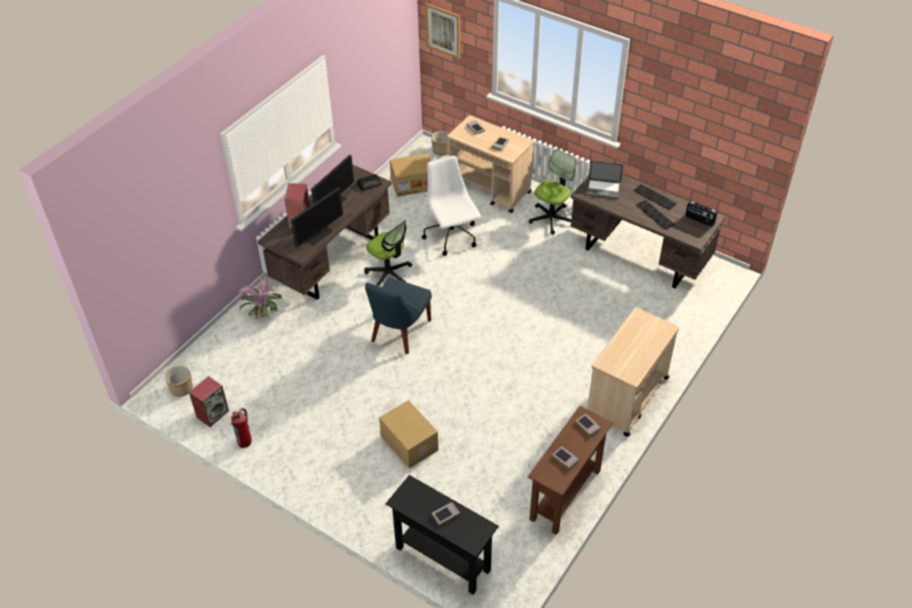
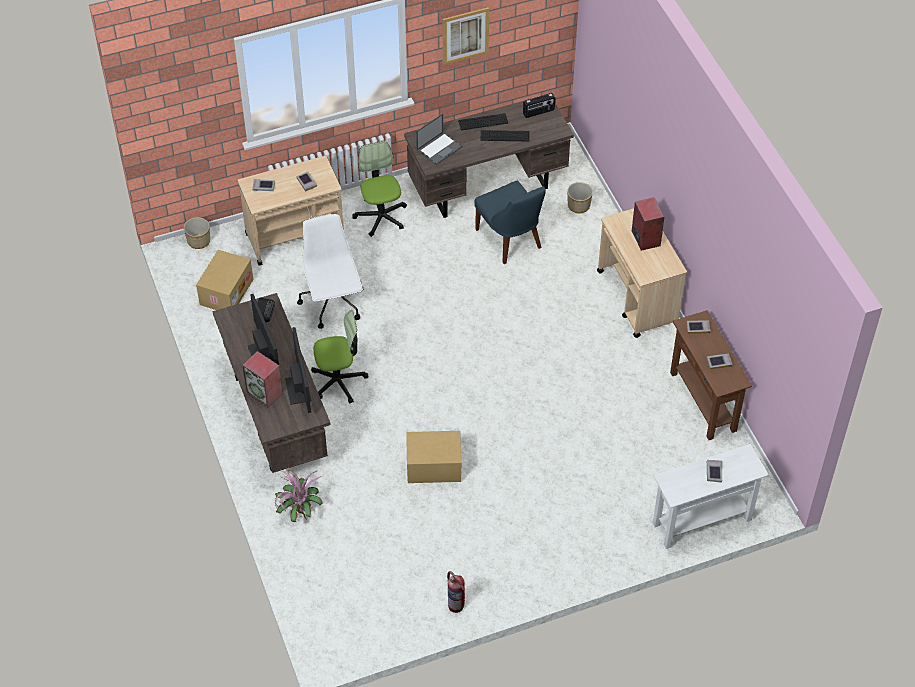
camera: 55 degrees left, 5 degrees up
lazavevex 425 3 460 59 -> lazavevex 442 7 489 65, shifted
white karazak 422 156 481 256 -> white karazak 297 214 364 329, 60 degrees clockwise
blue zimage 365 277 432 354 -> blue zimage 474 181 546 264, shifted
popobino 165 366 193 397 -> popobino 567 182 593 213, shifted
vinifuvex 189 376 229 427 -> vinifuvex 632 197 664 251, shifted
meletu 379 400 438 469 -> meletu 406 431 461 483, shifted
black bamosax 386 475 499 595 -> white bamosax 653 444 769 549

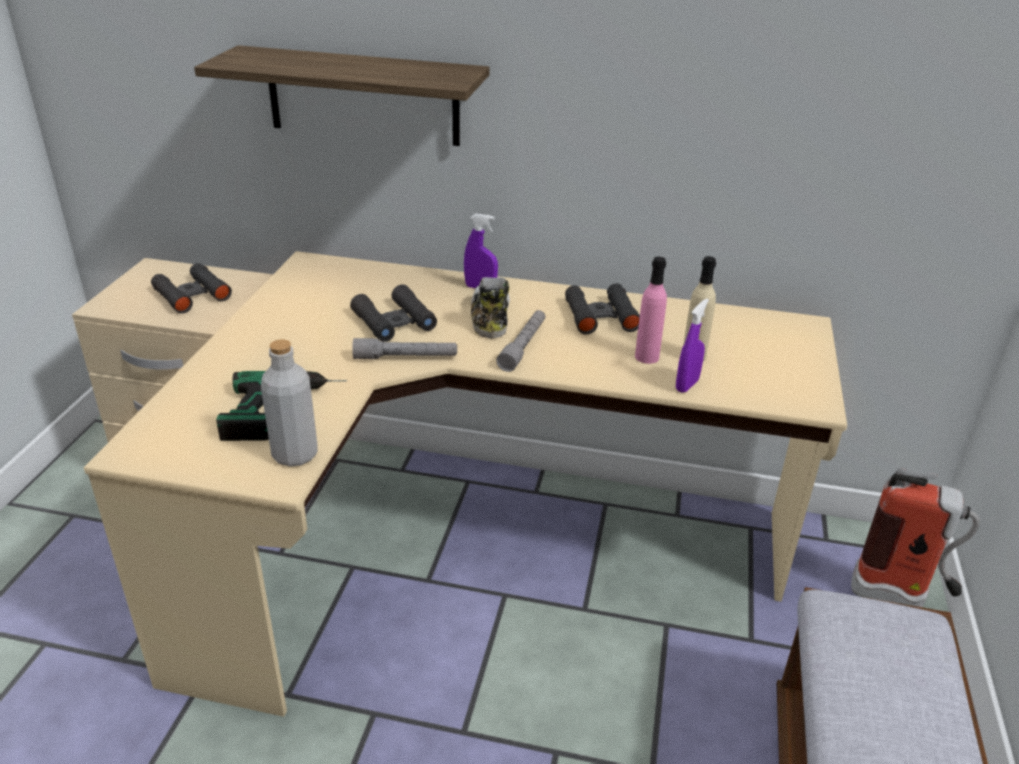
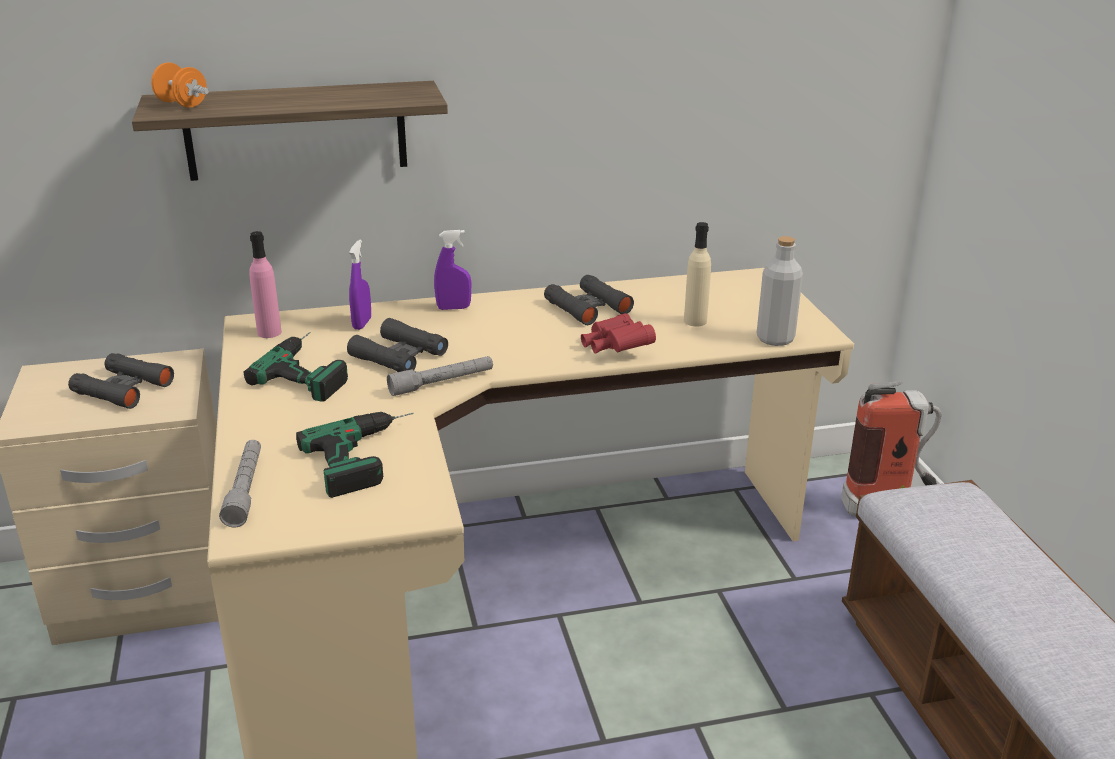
camera: 25 degrees left, 5 degrees down
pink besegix 635 257 667 364 -> pink besegix 249 231 282 338, shifted
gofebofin 471 277 510 339 -> none
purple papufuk 676 298 709 393 -> purple papufuk 349 240 371 330, shifted
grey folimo 496 310 545 372 -> grey folimo 219 440 261 527, shifted
grey besegix 261 339 318 467 -> grey besegix 757 236 803 346, shifted
none -> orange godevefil 151 62 209 108
none -> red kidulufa 581 313 656 354
none -> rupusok 244 332 348 402

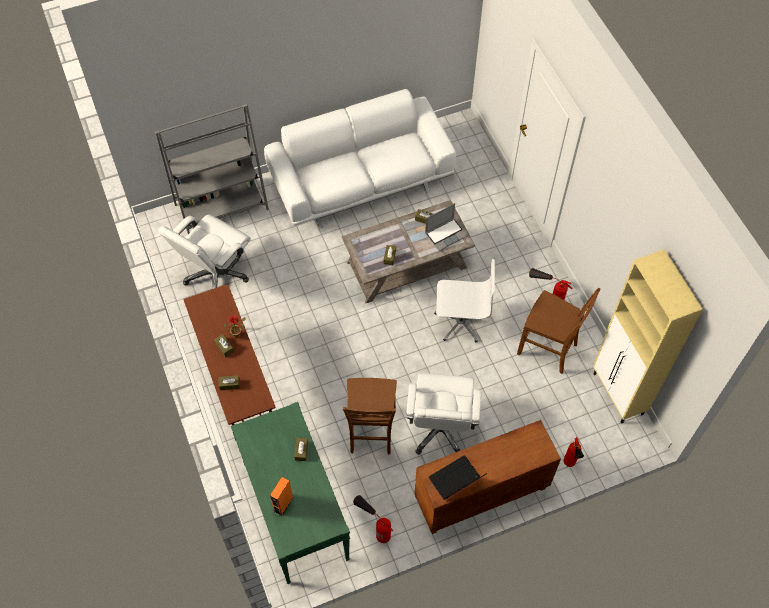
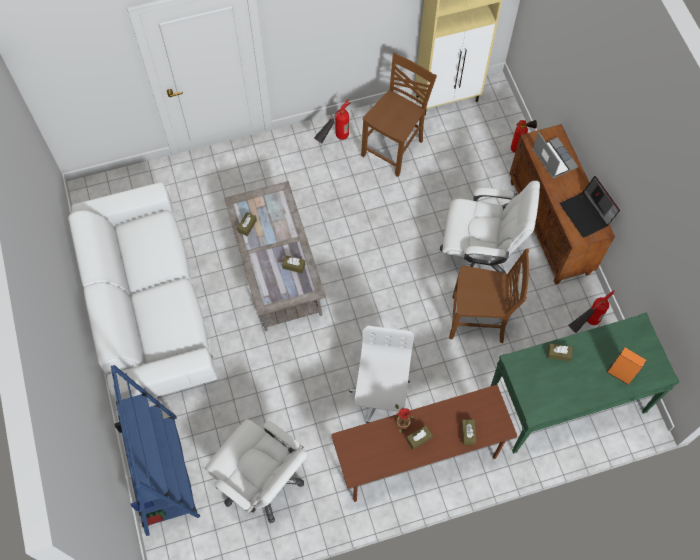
camera: 85 degrees left, 5 degrees up
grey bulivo 155 104 269 234 -> blue bulivo 111 365 200 536
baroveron 425 203 468 251 -> baroveron 533 132 578 179, shifted
white karazak 434 259 495 342 -> white karazak 349 326 414 423, shifted

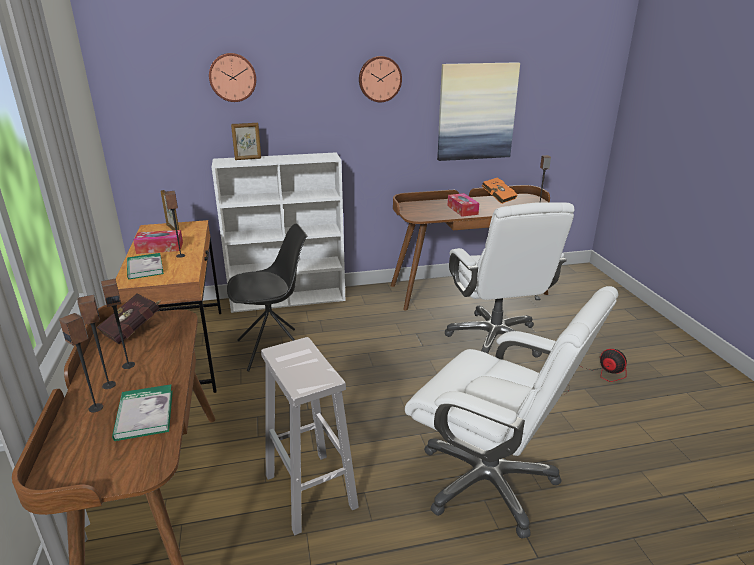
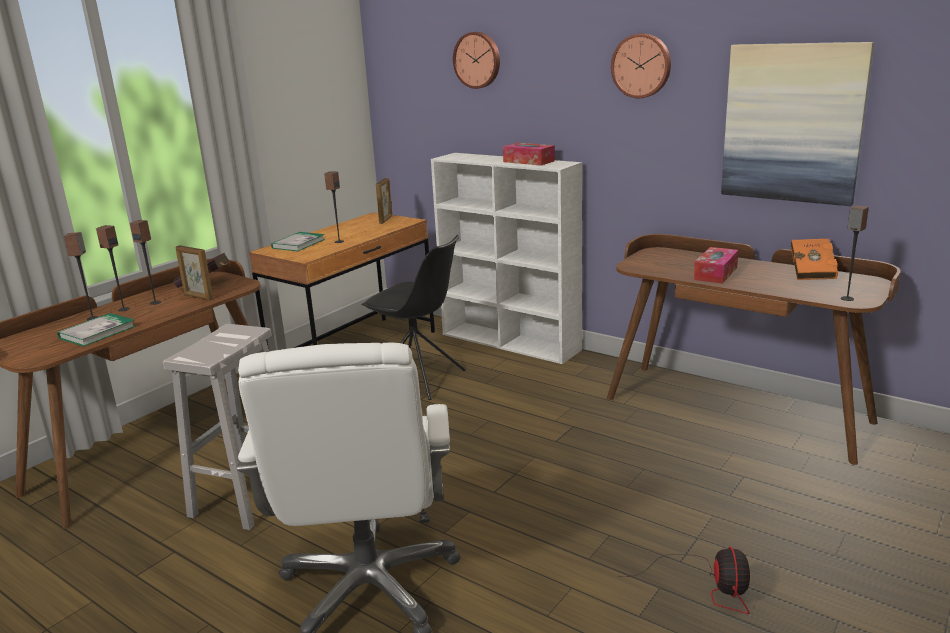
camera: 50 degrees right, 5 degrees down
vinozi 231 123 261 160 -> vinozi 175 245 213 301, shifted
white karazak 445 202 574 358 -> none
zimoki 133 230 183 254 -> zimoki 503 143 555 166, shifted

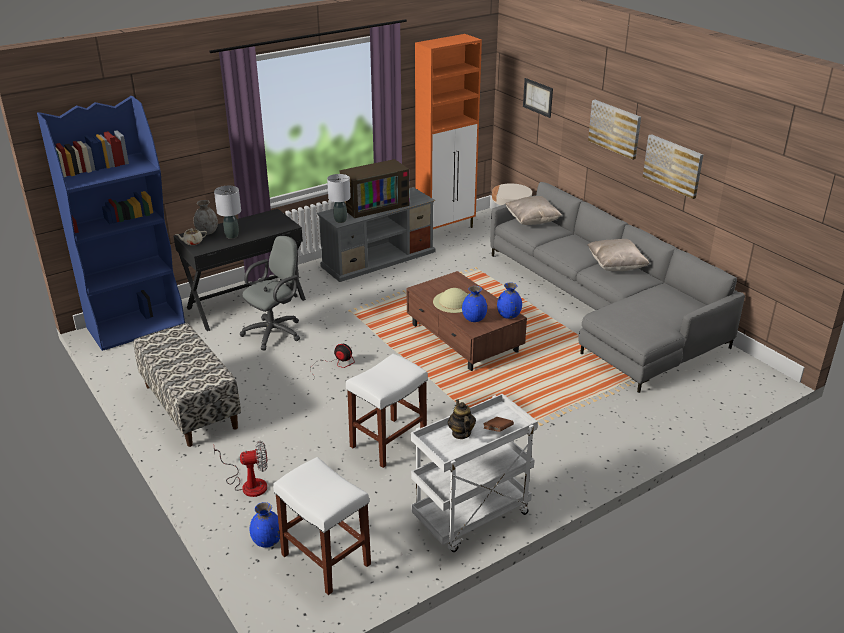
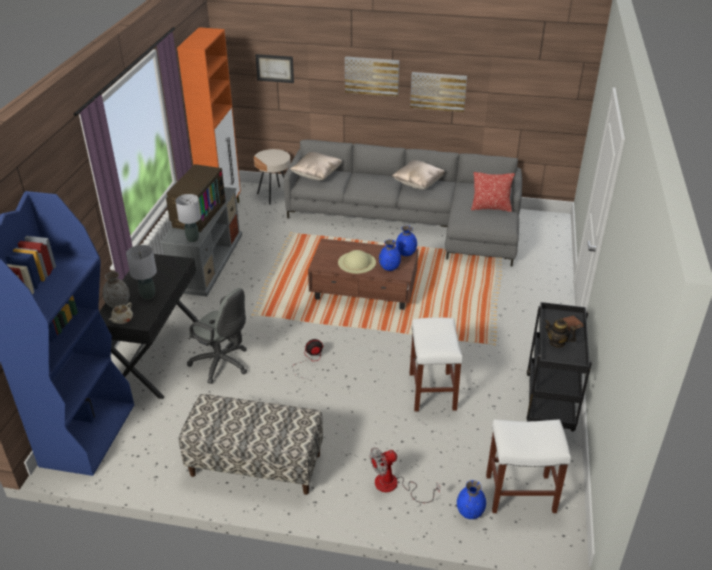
camera: 45 degrees left, 5 degrees up
grey karazak 240 236 300 350 -> grey karazak 187 288 247 384, 120 degrees clockwise
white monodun 411 394 538 552 -> black monodun 526 302 592 432
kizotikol 214 441 268 497 -> kizotikol 370 447 440 503, 150 degrees counterclockwise
none -> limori 471 172 515 212

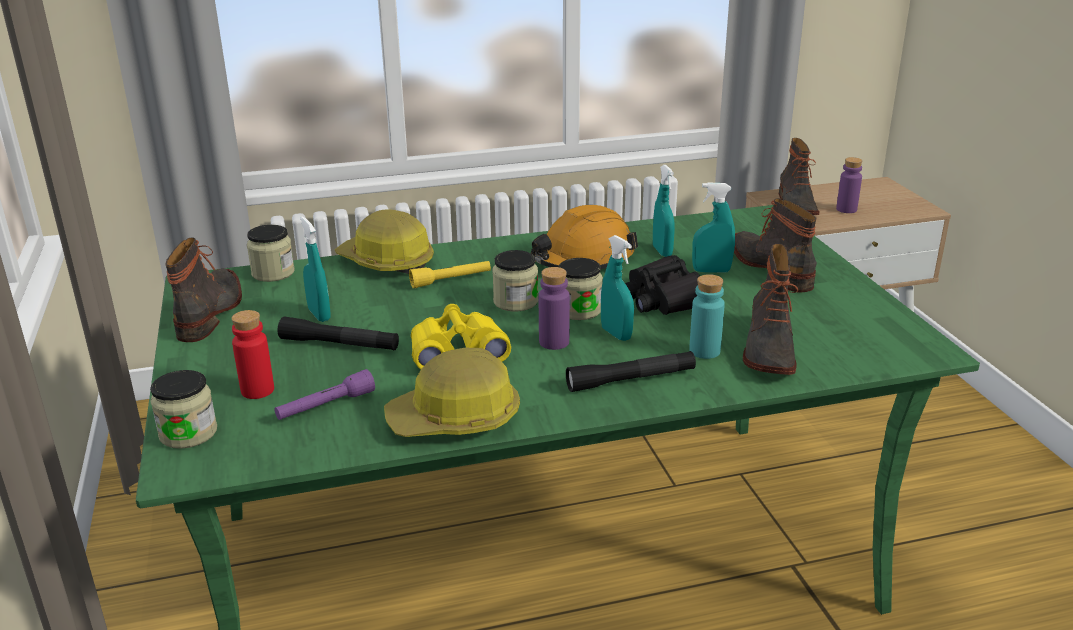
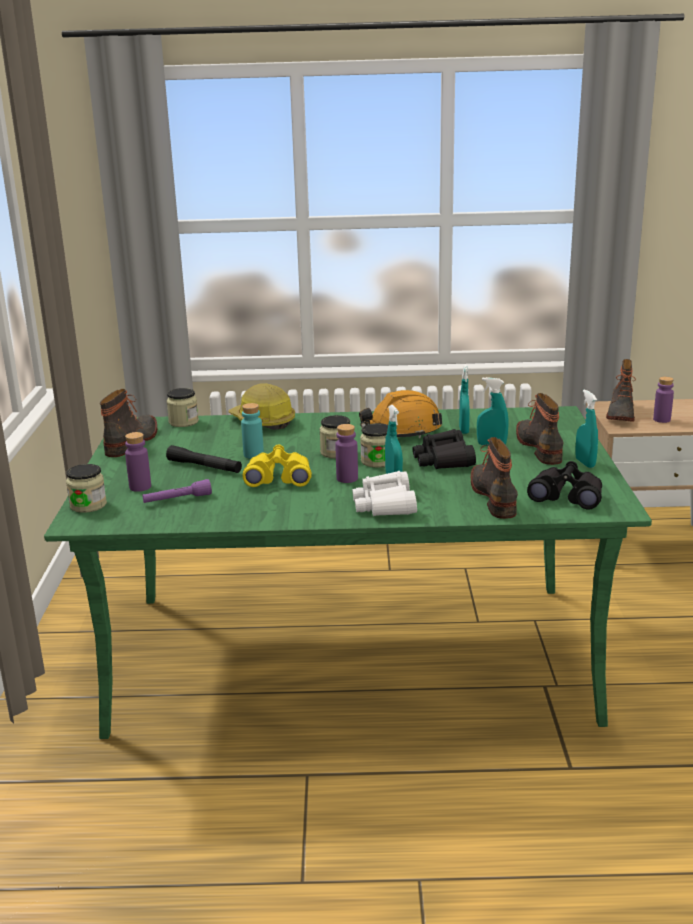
camera: 15 degrees right, 5 degrees down
turquoise papufuk 300 216 331 322 -> turquoise papufuk 575 390 598 468, shifted
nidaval 743 244 798 375 -> nidaval 471 437 518 519, 150 degrees clockwise
yellow folimo 409 261 491 288 -> none
turquoise besegix 689 274 725 359 -> turquoise besegix 241 403 264 459, shifted
red besegix 231 310 274 399 -> purple besegix 125 432 151 492
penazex 384 347 520 437 -> none
black folimo 566 351 696 392 -> white kidulufa 352 471 417 516
none -> black kidulufa 527 461 602 509

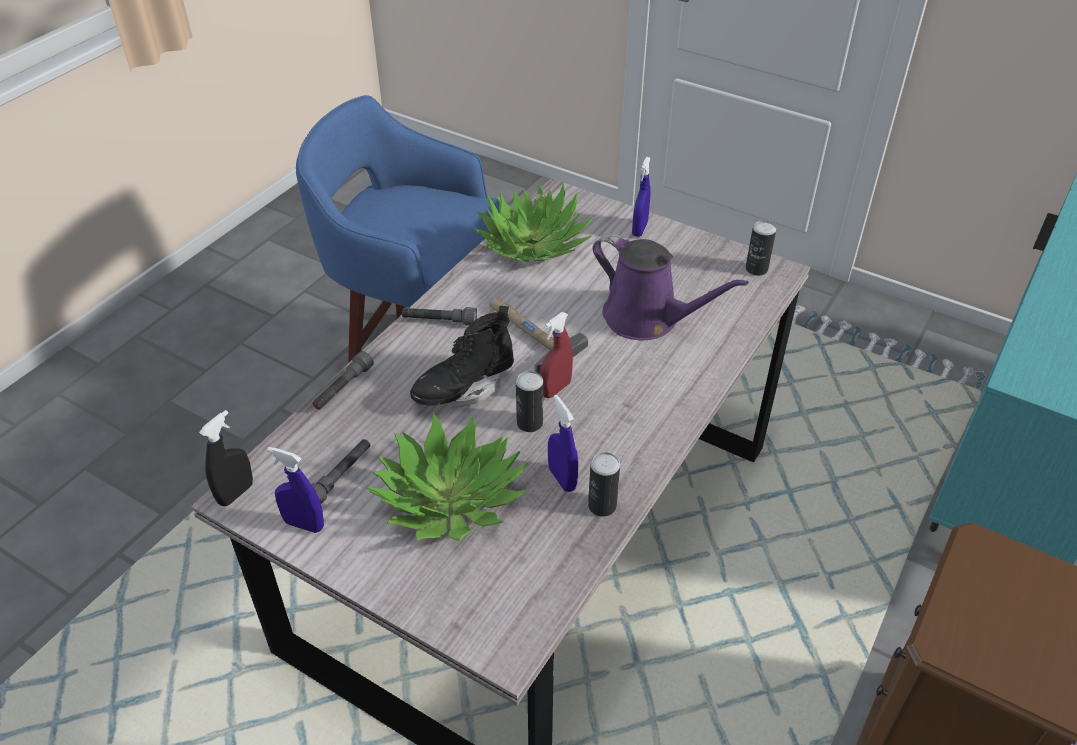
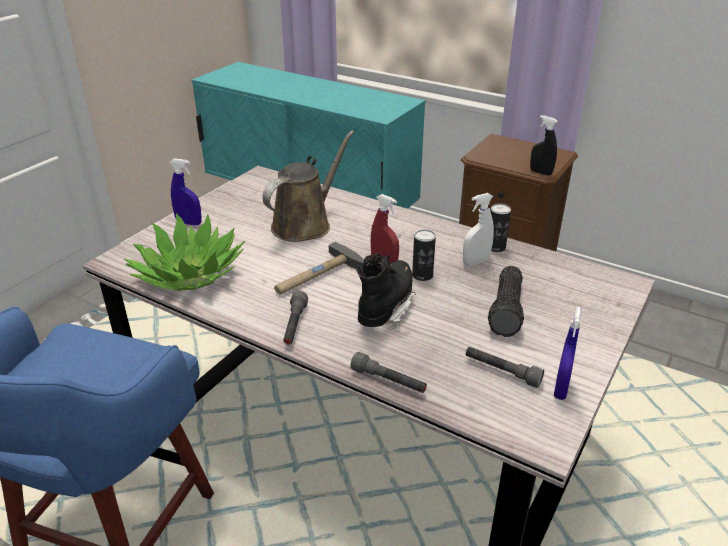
camera: 90 degrees left, 10 degrees down
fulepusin 746 221 776 276 -> none
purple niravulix 593 233 749 340 -> brown niravulix 262 130 354 242
black nidaval 410 306 514 407 -> black nidaval 356 253 416 329, 120 degrees counterclockwise
blue papufuk 548 395 578 492 -> white papufuk 463 193 494 266
black papufuk 199 410 253 506 -> black papufuk 530 115 558 175, shifted
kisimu 366 412 528 541 -> folimo 488 266 524 337

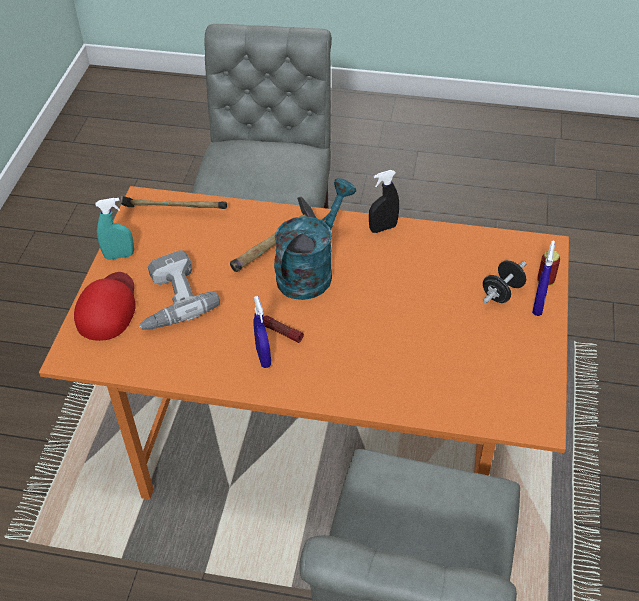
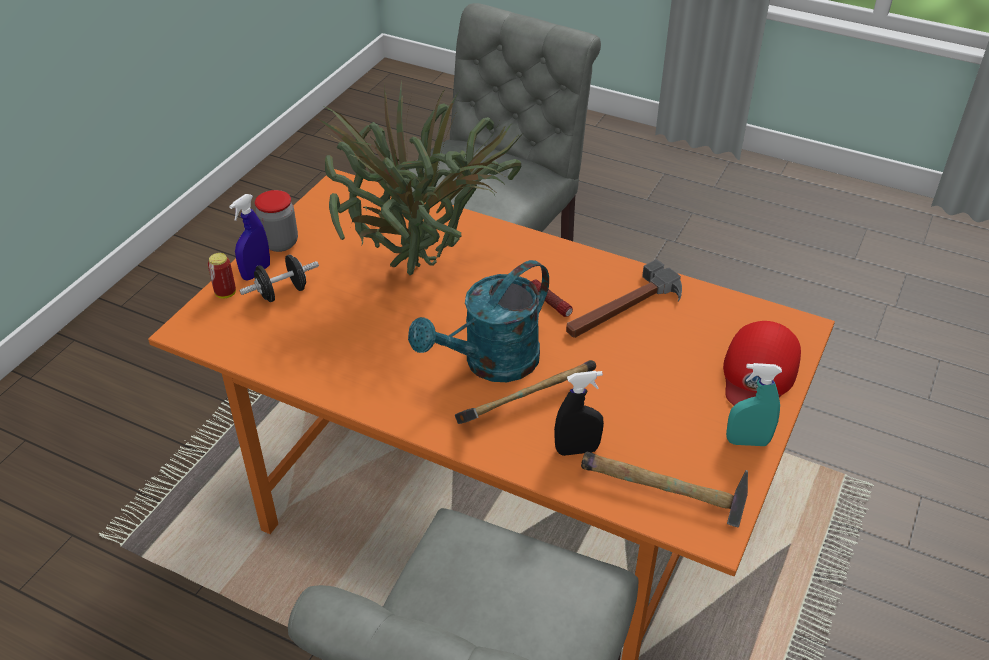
camera: 165 degrees left, 5 degrees down
black papufuk 369 170 399 233 -> black papufuk 554 371 604 456, shifted
rupusok 139 250 220 330 -> none
blue papufuk 253 296 271 368 -> none
none -> kisimu 315 82 524 275
none -> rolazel 255 190 298 252
none -> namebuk 566 259 682 338

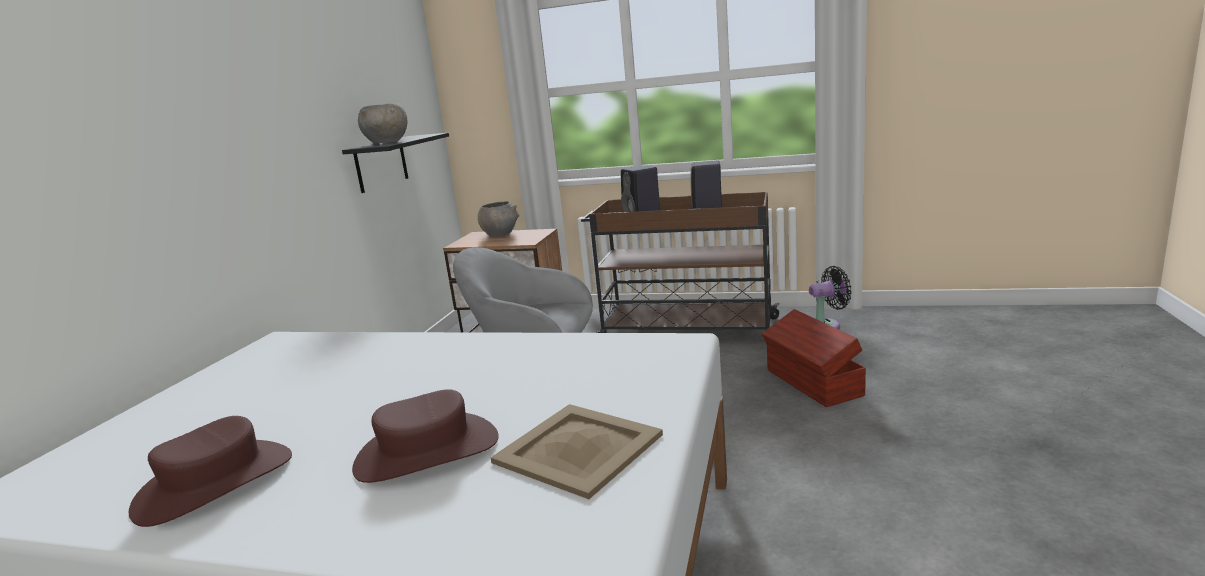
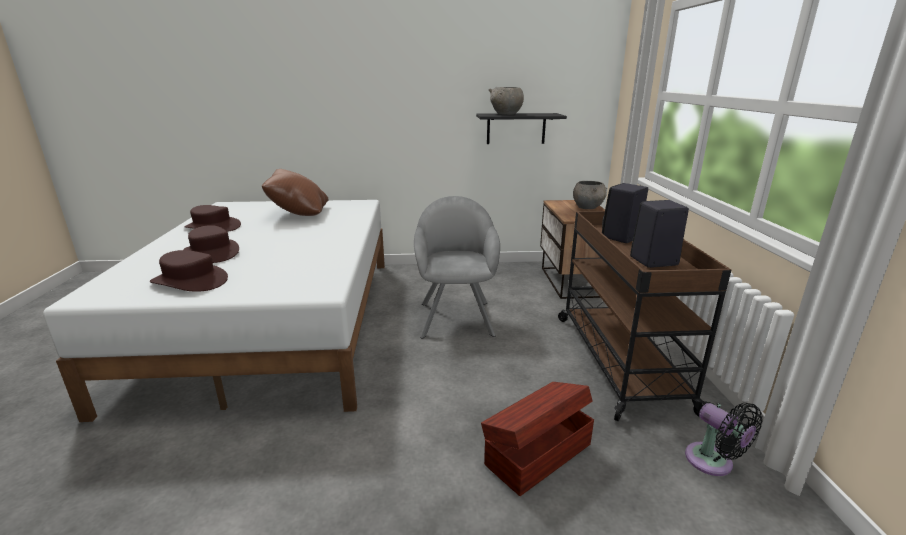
camera: 70 degrees right, 5 degrees up
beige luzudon 490 404 663 499 -> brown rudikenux 150 250 228 292
none -> brown limori 262 169 328 216

